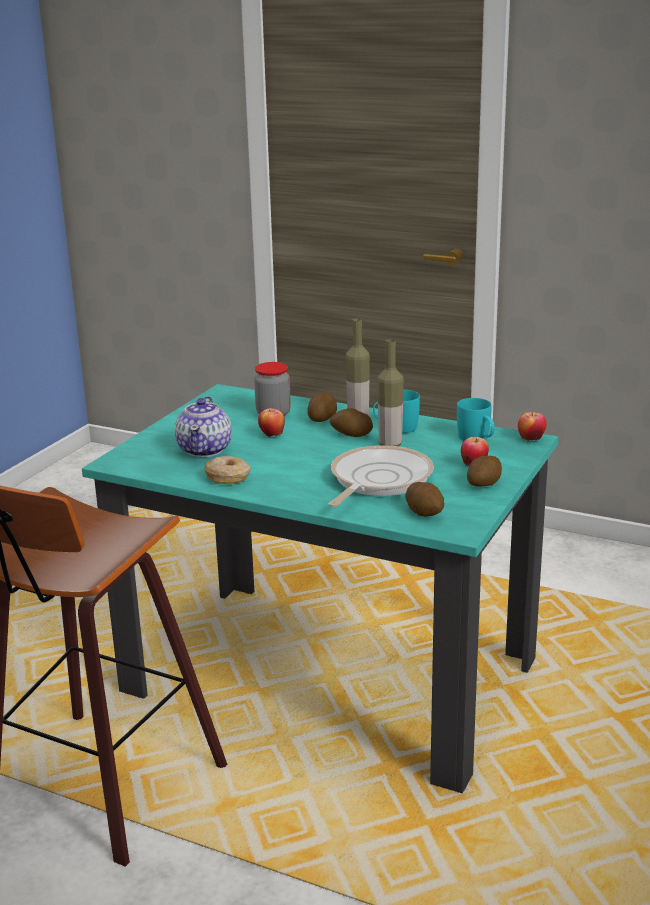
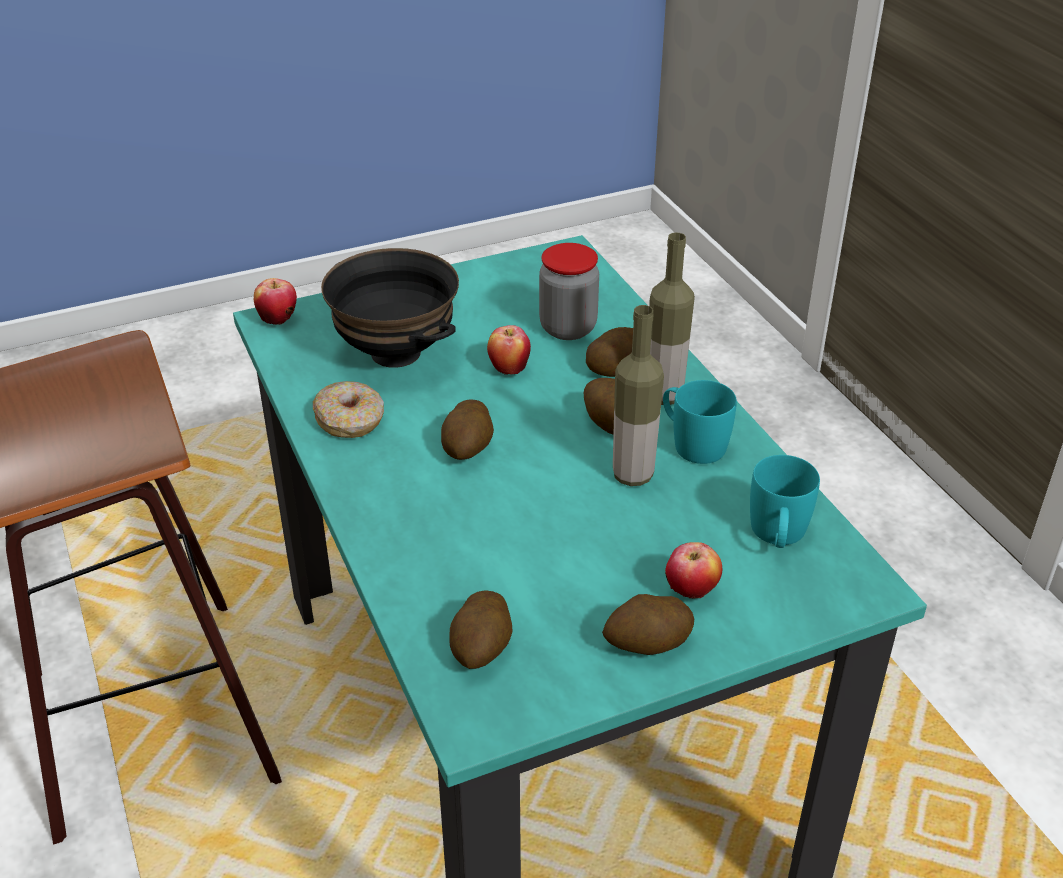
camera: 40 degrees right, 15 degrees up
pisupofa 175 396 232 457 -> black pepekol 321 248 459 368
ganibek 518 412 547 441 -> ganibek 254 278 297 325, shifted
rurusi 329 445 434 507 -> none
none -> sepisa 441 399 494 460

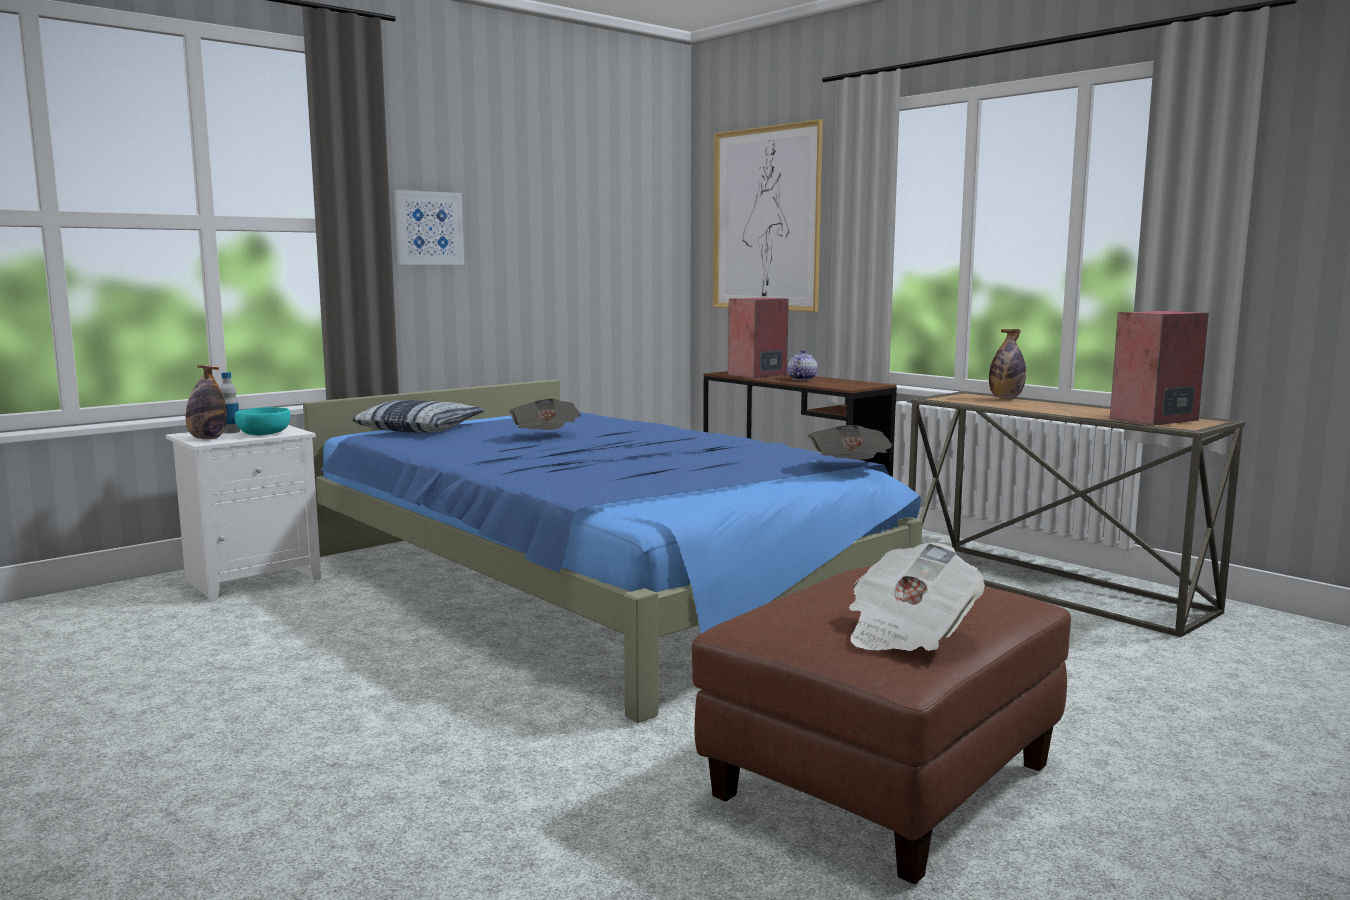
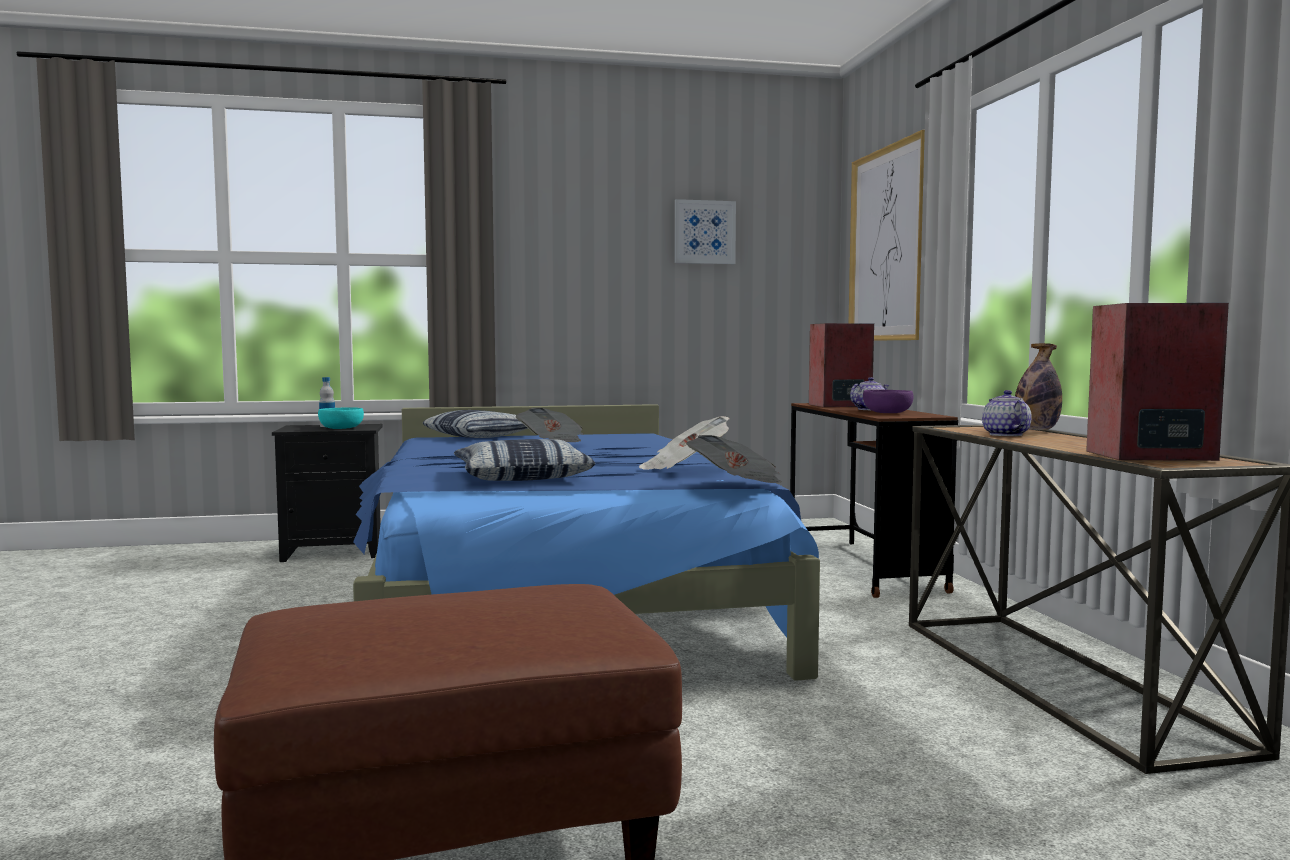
camera: 30 degrees right, 5 degrees down
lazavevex 394 190 464 265 -> lazavevex 675 199 736 264, shifted
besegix 186 365 227 439 -> none
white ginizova 166 425 321 602 -> black ginizova 272 424 383 562
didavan 849 542 985 651 -> didavan 639 416 730 470, shifted
none -> purple pepekol 863 389 913 413
none -> pisupofa 982 390 1032 436
none -> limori 454 439 595 481

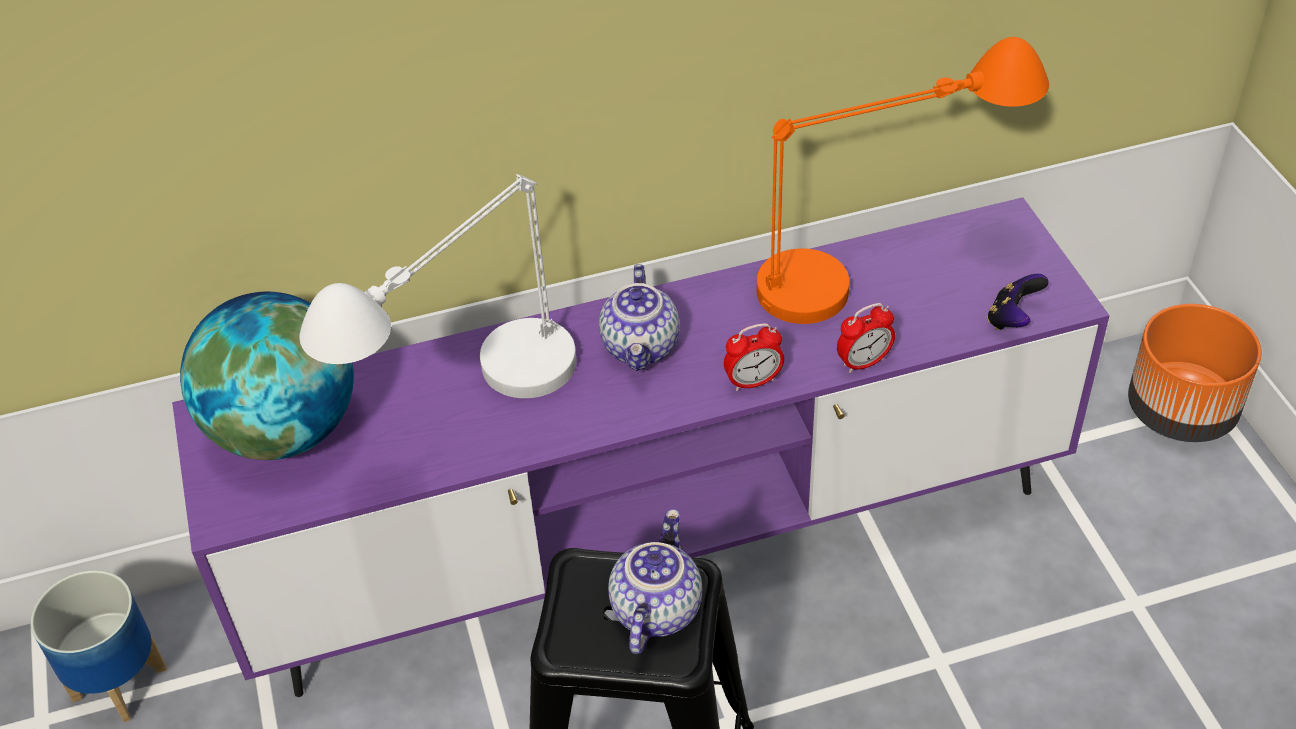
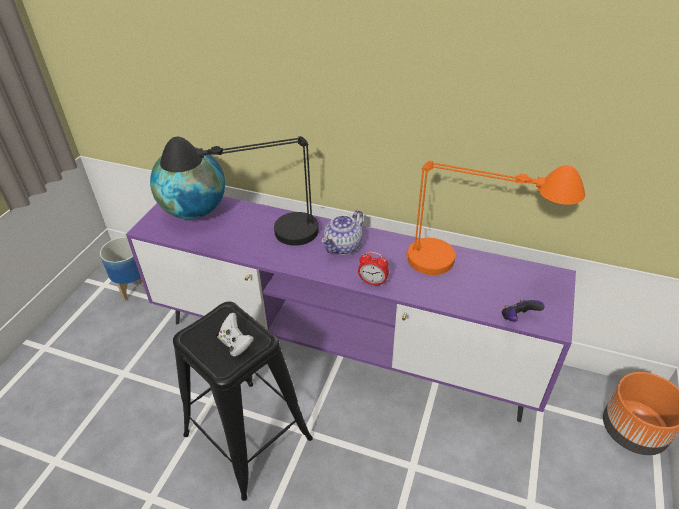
camera: 35 degrees right, 5 degrees down
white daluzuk 299 174 576 398 -> black daluzuk 160 136 319 246
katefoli 837 303 895 373 -> none
pisupofa 608 509 702 654 -> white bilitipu 219 313 254 356

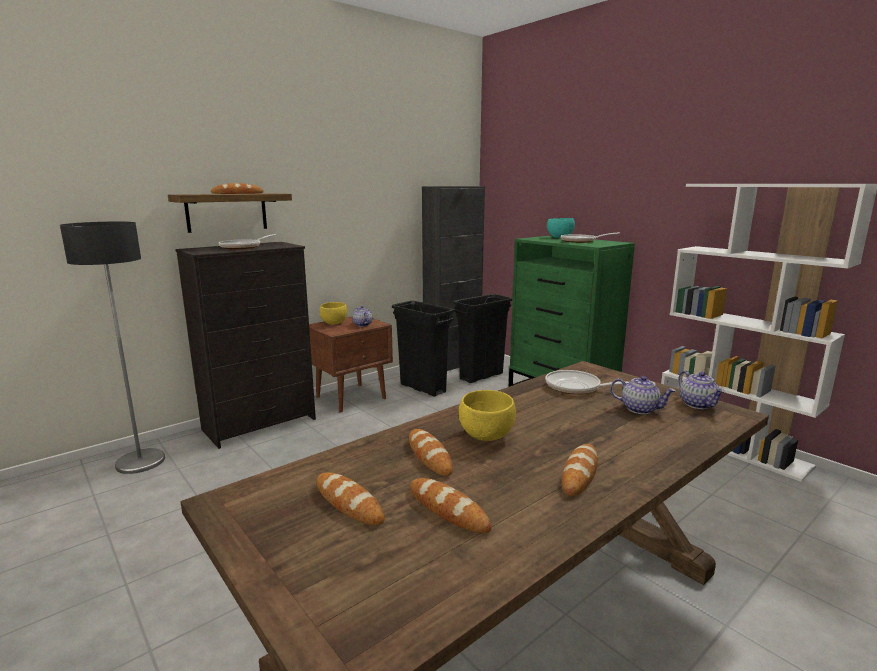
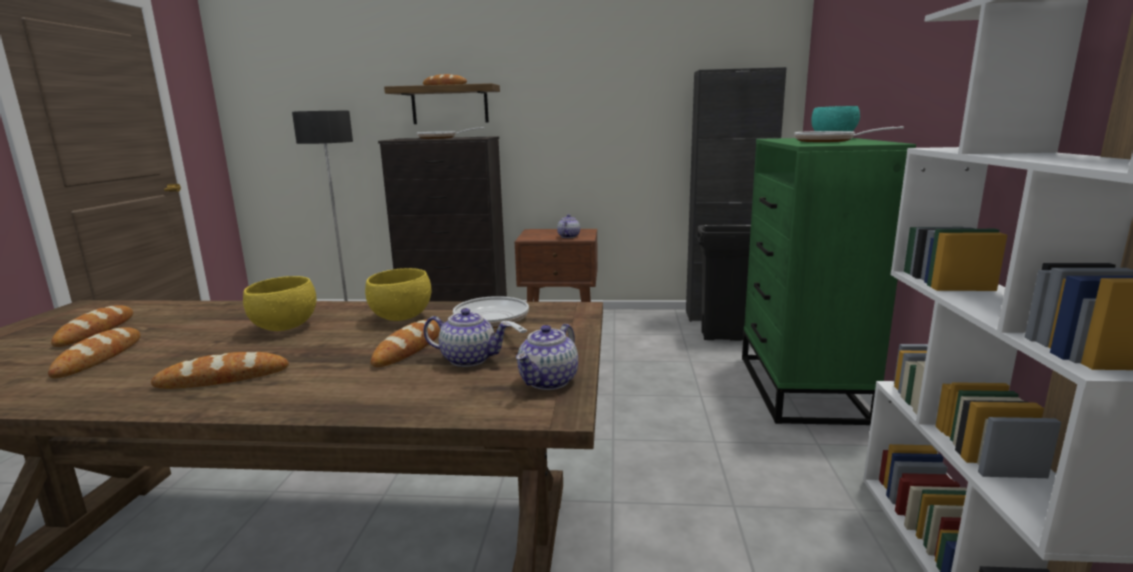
camera: 45 degrees right, 0 degrees up
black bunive 392 301 454 397 -> none
yellow pepekol 319 302 347 324 -> yellow pepekol 365 268 431 321, shifted
pisupofa 610 376 676 414 -> pisupofa 423 308 511 367, 60 degrees counterclockwise
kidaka 409 429 453 476 -> kidaka 371 320 440 367, shifted

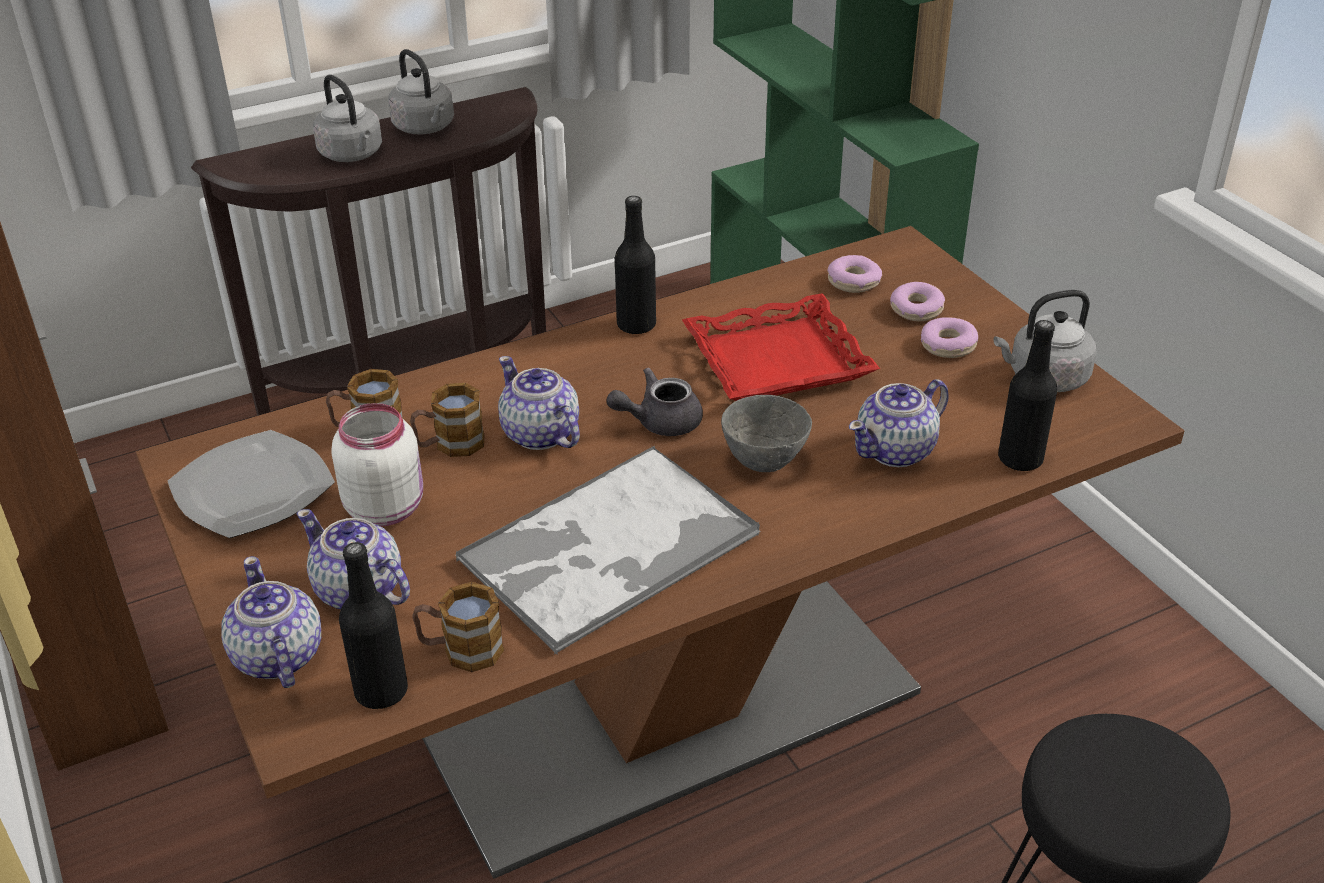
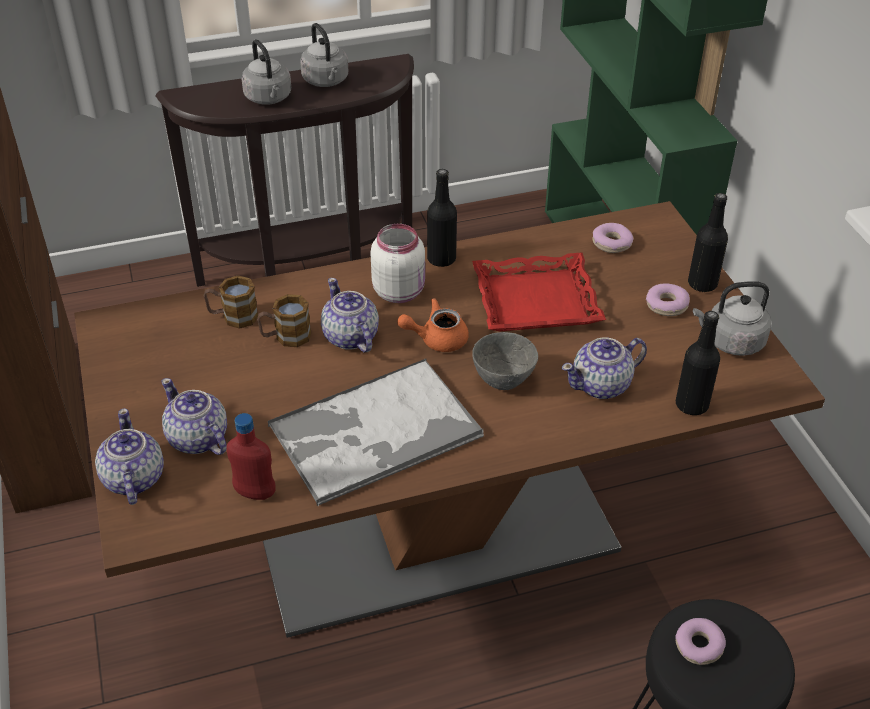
camera: 10 degrees right, 5 degrees up
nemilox 890 282 945 321 -> nemilox 675 618 726 665, shifted
grey pisupofa 606 367 703 436 -> orange pisupofa 397 298 469 352
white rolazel 331 403 423 526 -> white rolazel 370 224 425 303, shifted
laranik 168 430 335 538 -> none
black besegix 339 542 408 709 -> black besegix 688 193 728 292, shifted
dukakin 412 582 504 672 -> red besegix 227 413 276 500

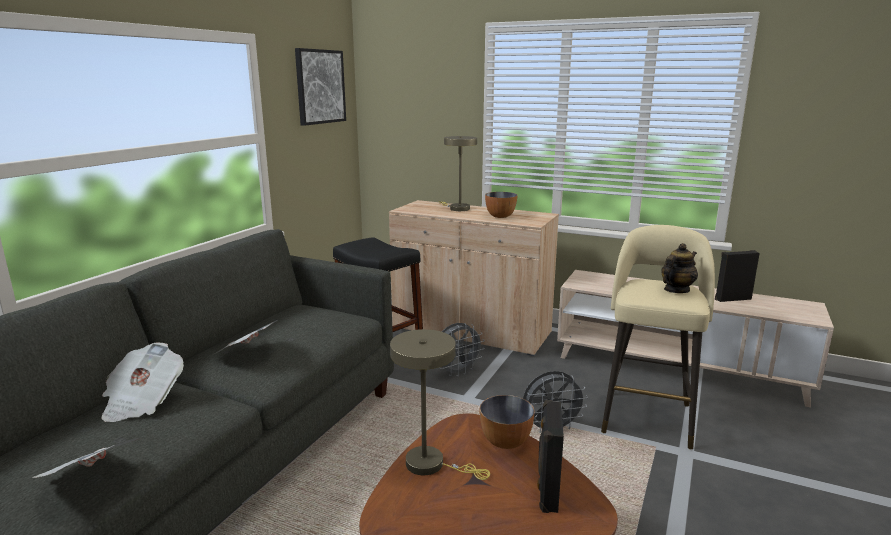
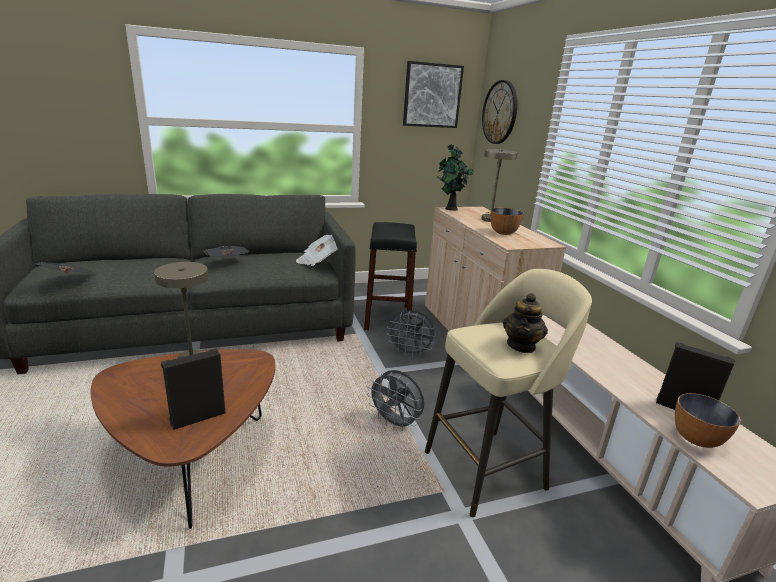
camera: 45 degrees right, 5 degrees up
pisupofa 661 243 698 293 -> pisupofa 503 293 548 353, 105 degrees clockwise
didavan 101 342 184 422 -> didavan 296 235 338 266, shifted
pepekol 479 395 535 449 -> pepekol 675 393 741 448, shifted
none -> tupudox 482 80 517 144
none -> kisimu 436 144 474 211

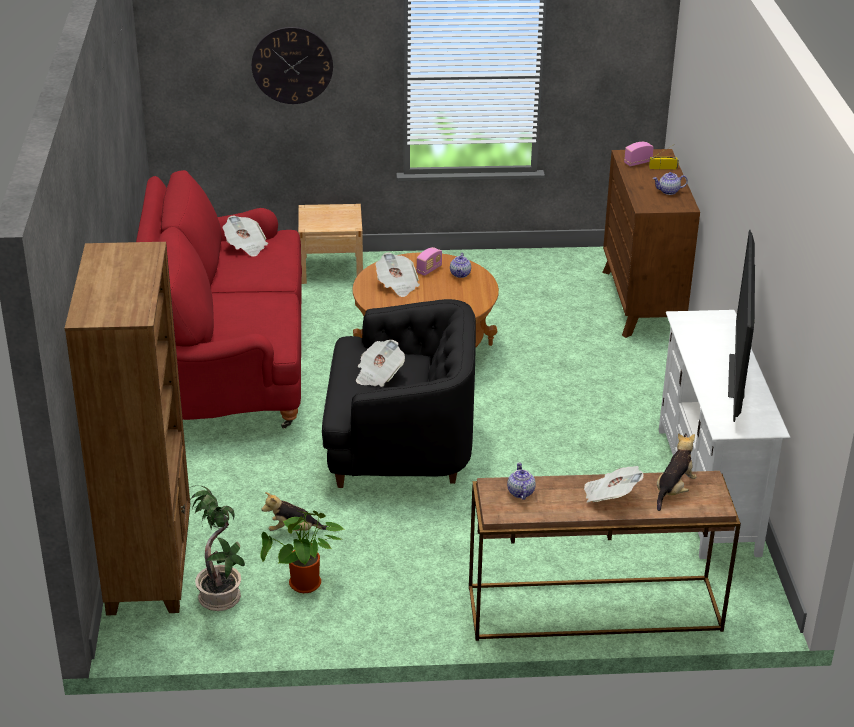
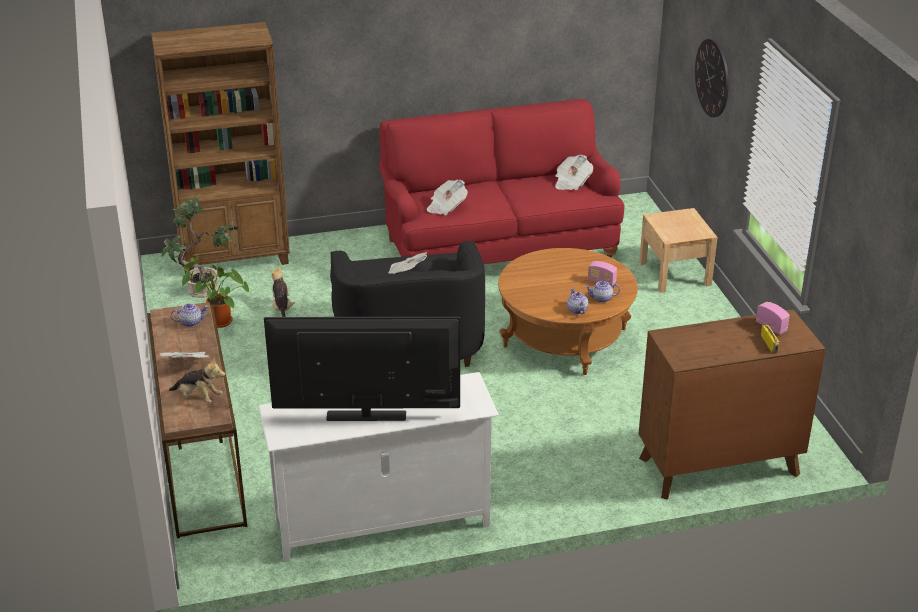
camera: 80 degrees right, 0 degrees up
pisupofa 653 172 688 195 -> pisupofa 567 288 589 314, shifted
didavan 375 253 420 297 -> didavan 427 180 468 215, shifted

